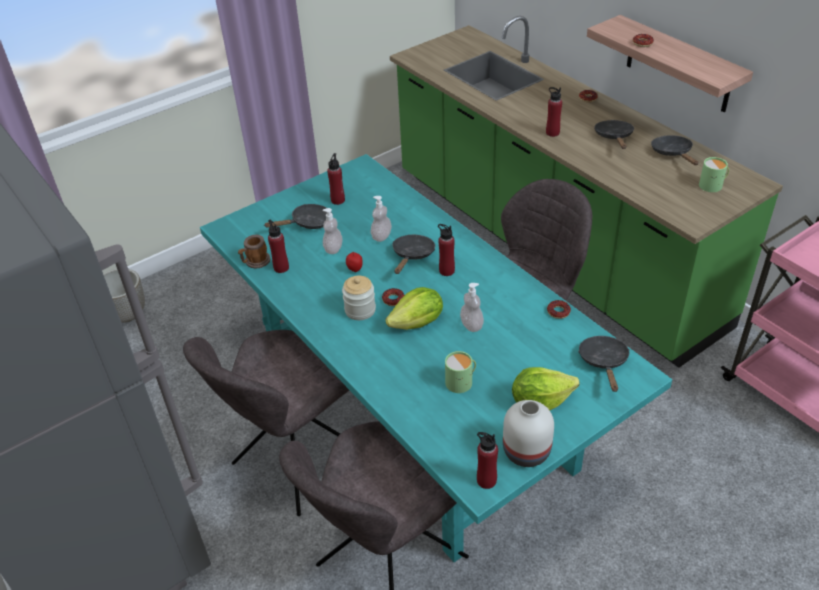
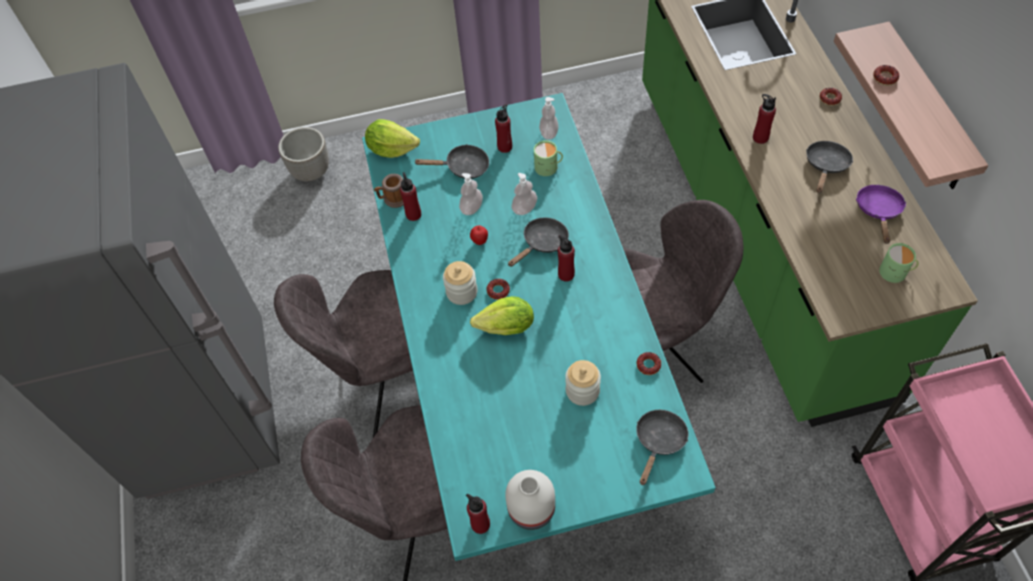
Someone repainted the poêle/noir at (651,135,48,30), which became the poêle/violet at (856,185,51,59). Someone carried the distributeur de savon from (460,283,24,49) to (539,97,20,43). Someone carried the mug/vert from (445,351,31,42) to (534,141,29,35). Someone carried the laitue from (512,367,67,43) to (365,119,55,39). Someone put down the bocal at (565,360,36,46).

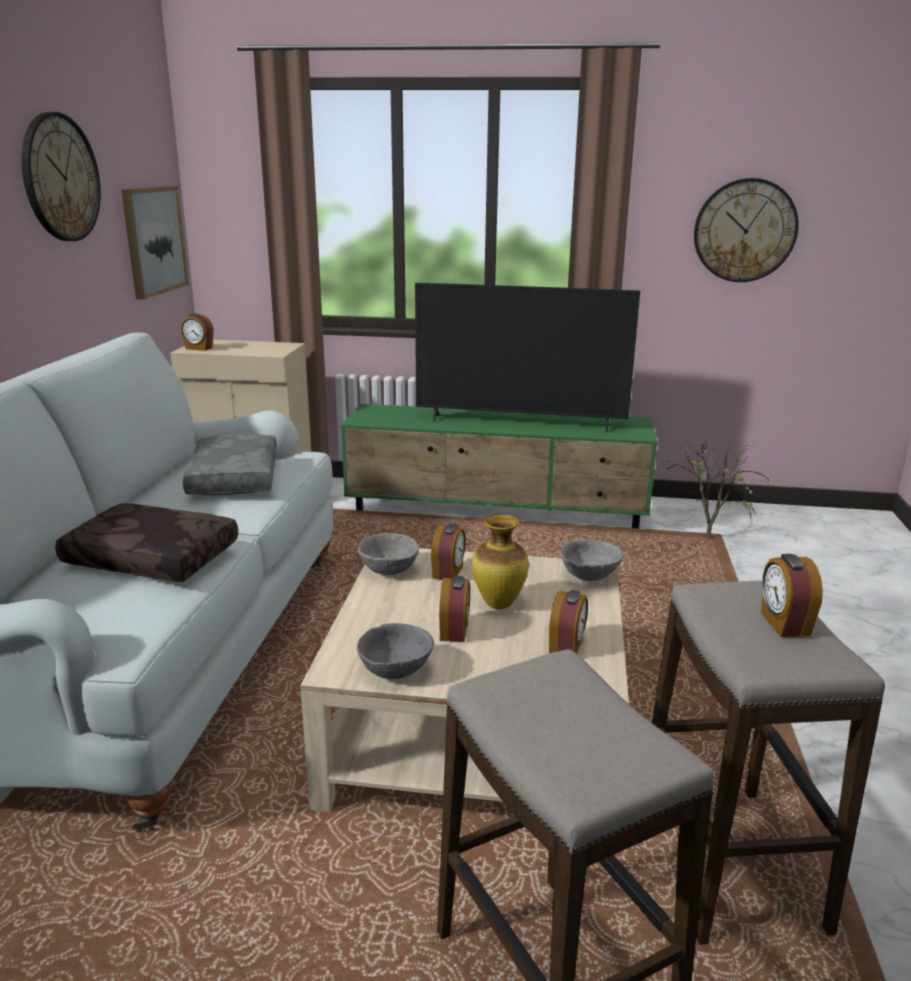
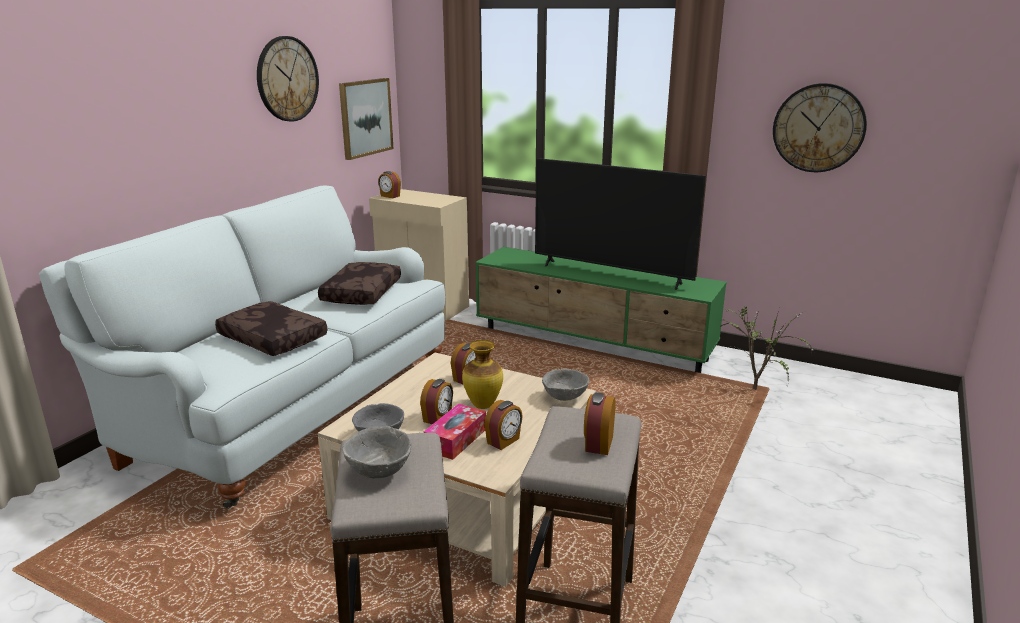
Someone repainted the coussin/gris at (183,434,94,62), which became the coussin/marron at (318,262,83,43). Someone carried the bol/gris from (358,533,61,42) to (342,426,69,52). Someone put down the boîte à mouchoirs at (424,404,62,56).

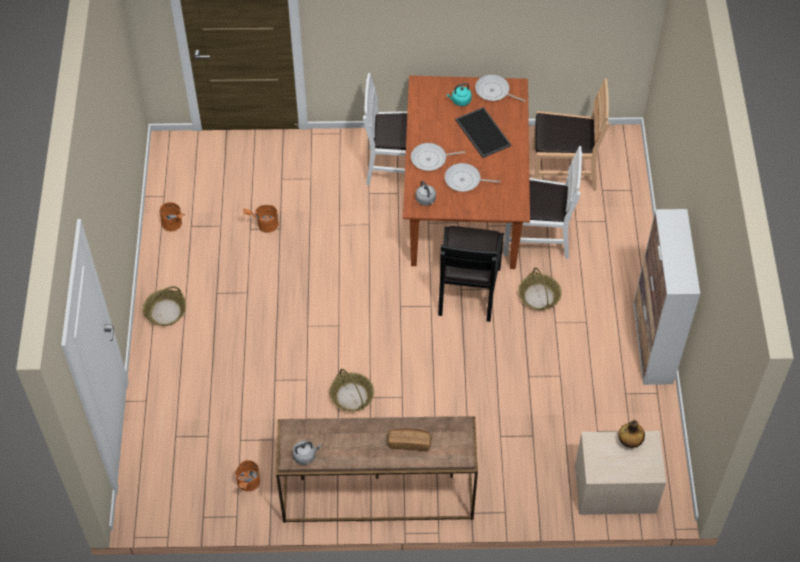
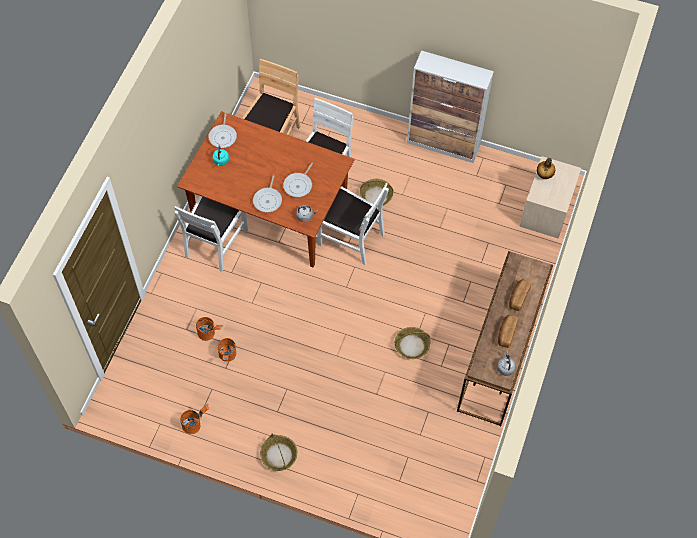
Someone rotated the poêle at (475,75,51,27) by 45 degrees counterclockwise. Someone took away the plateau at (455,107,56,51). Someone repainted the chaise/noir at (438,226,66,96), which became the chaise/blanc at (317,183,72,82). Someone carried the seau/orange from (236,460,24,31) to (196,317,27,24). Someone put down the pain at (498,315,20,33).

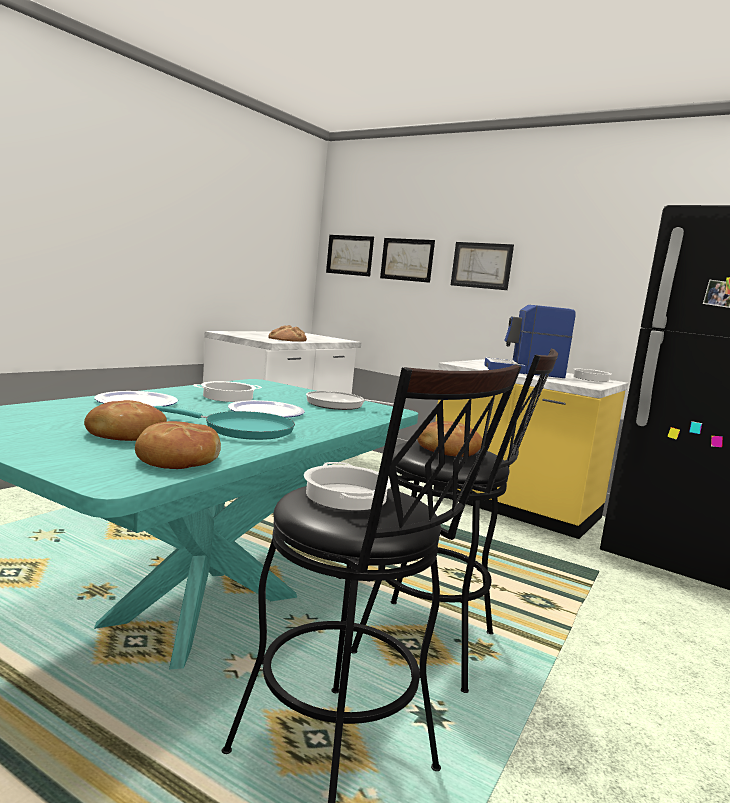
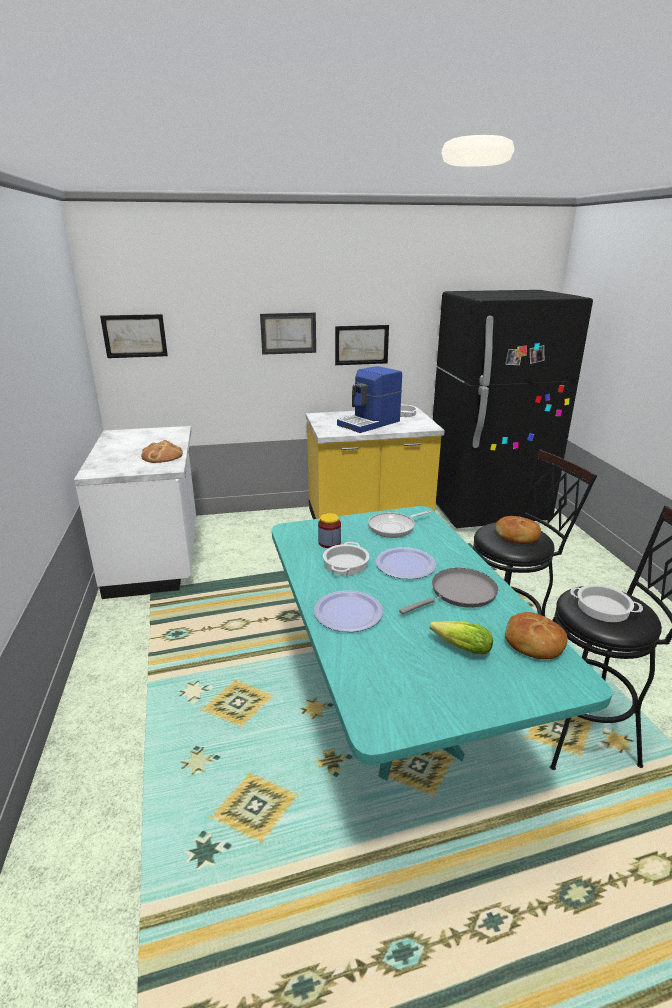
Someone carried the tableau from (380,238,55,45) to (335,325,54,40). Someone swapped the pain at (84,400,83,41) for the laitue at (430,621,63,33). Someone repainted the poêle/turquoise at (154,406,141,34), which became the poêle/gris at (399,568,99,46). Someone put down the bocal at (318,513,23,35).

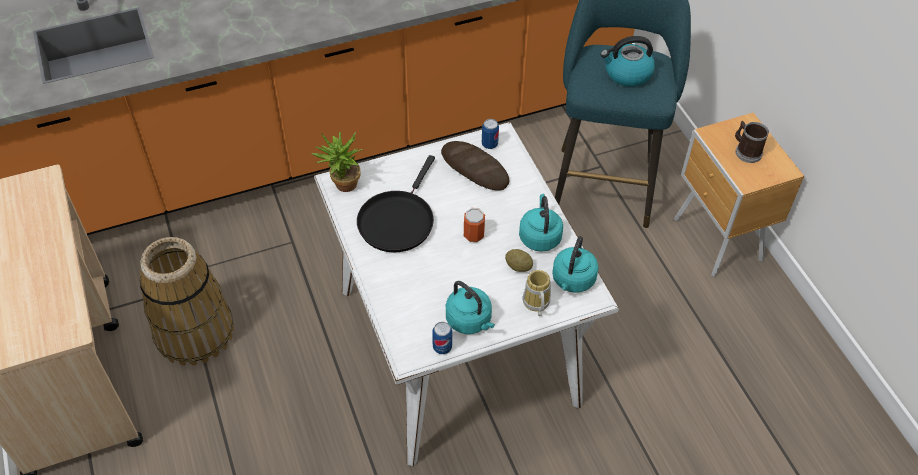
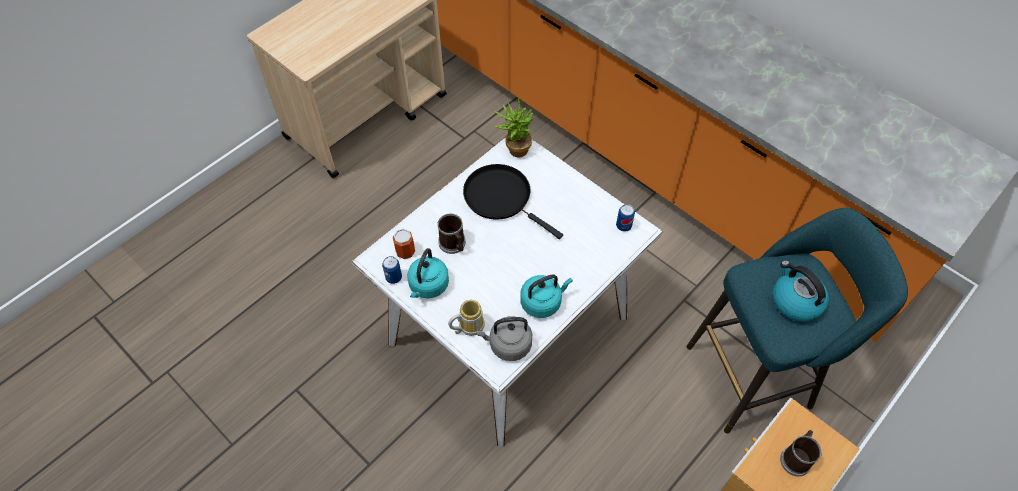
Someone took away the pain at (441,141,68,50). Someone rotated the poêle/noir at (357,155,78,97) by 45 degrees clockwise. Someone carried the boîte métallique from (464,208,21,34) to (393,228,22,31). Someone repainted the bouilloire/turquoise at (552,236,46,57), which became the bouilloire/gris at (477,316,55,45). Someone took away the panier at (140,237,94,129). Someone took away the pomme de terre at (505,249,28,23). Someone put down the mug at (438,213,28,41).

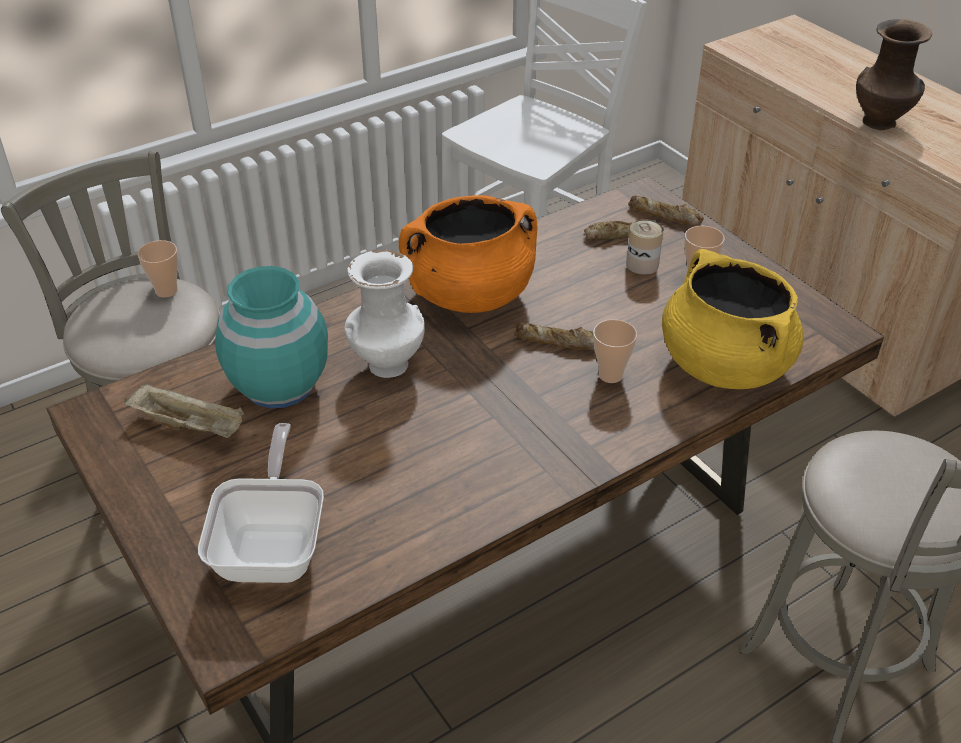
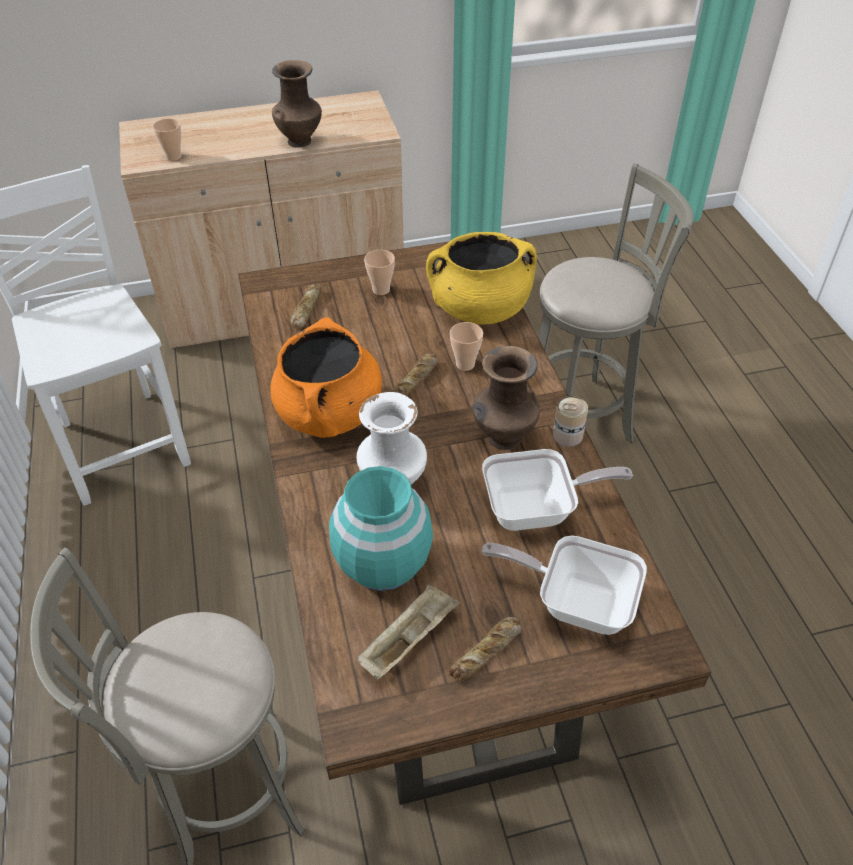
Someone carried the pain from (628,195,76,31) to (449,617,72,65). Someone carried the boîte métallique from (626,219,37,56) to (553,396,35,51). Someone carried the tasse from (137,240,41,58) to (152,118,29,43). Someone put down the vase/marron at (473,346,67,104). Someone put down the poêle at (482,449,151,82).

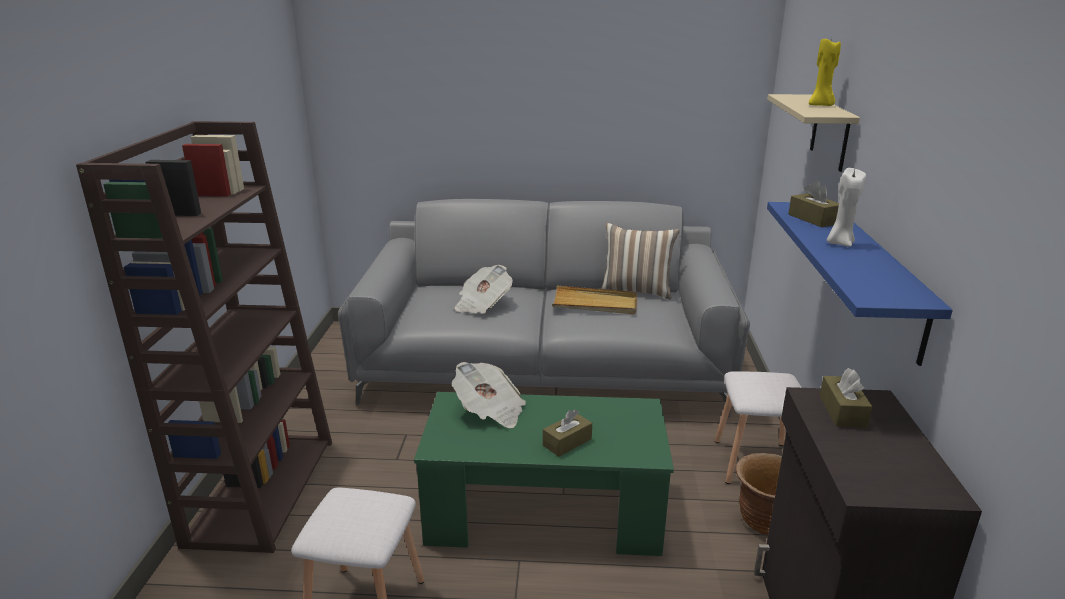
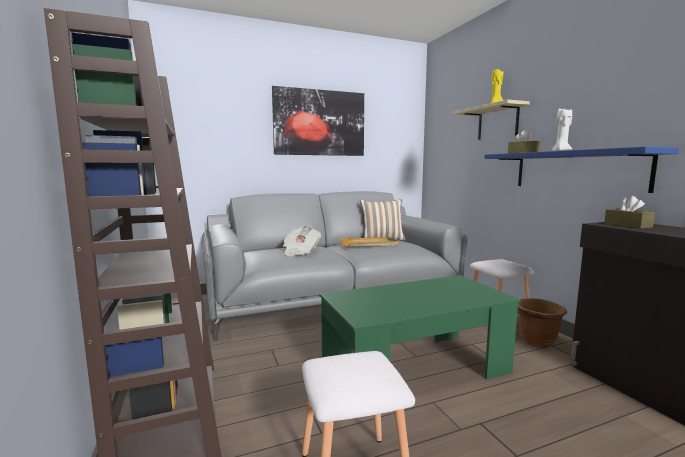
Someone took away the journal at (452,362,74,66). Someone took away the boîte à mouchoirs/marron at (543,409,49,48). Someone put up the tableau at (272,86,92,70).

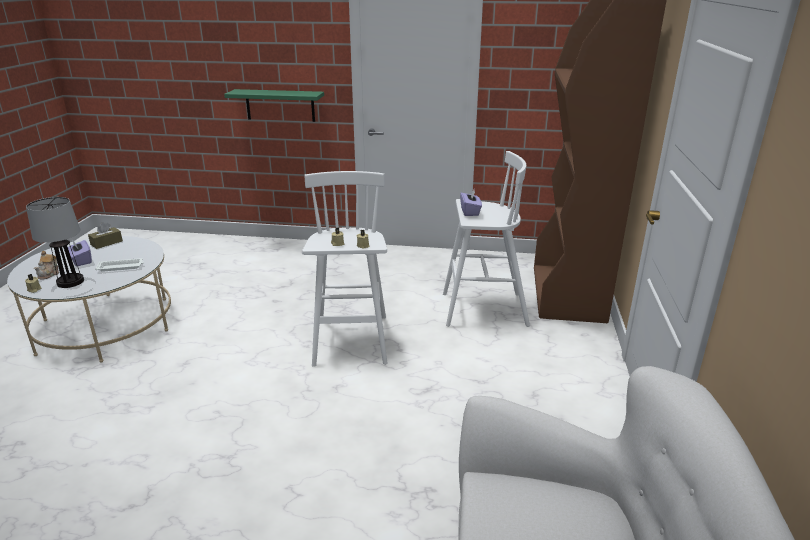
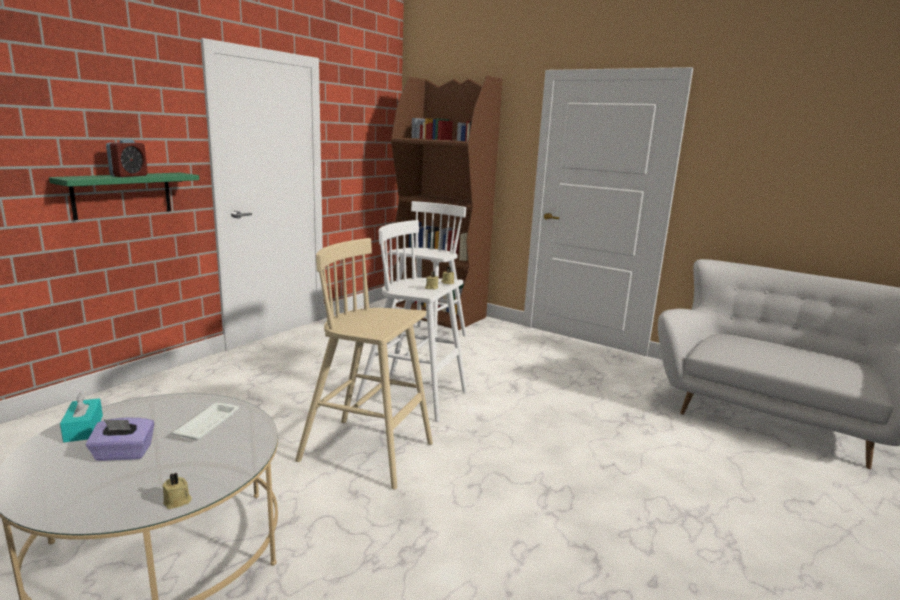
Someone took away the boîte à mouchoirs/violet at (460,190,22,26). Someone took away the lampe de table at (26,197,58,91). Someone repainted the boîte à mouchoirs/marron at (88,222,35,27), which became the boîte à mouchoirs/turquoise at (60,391,43,51). Someone took away the théière at (34,251,25,28). Someone put down the réveil at (106,139,42,38). Someone put down the tabouret/beige at (295,238,138,252).

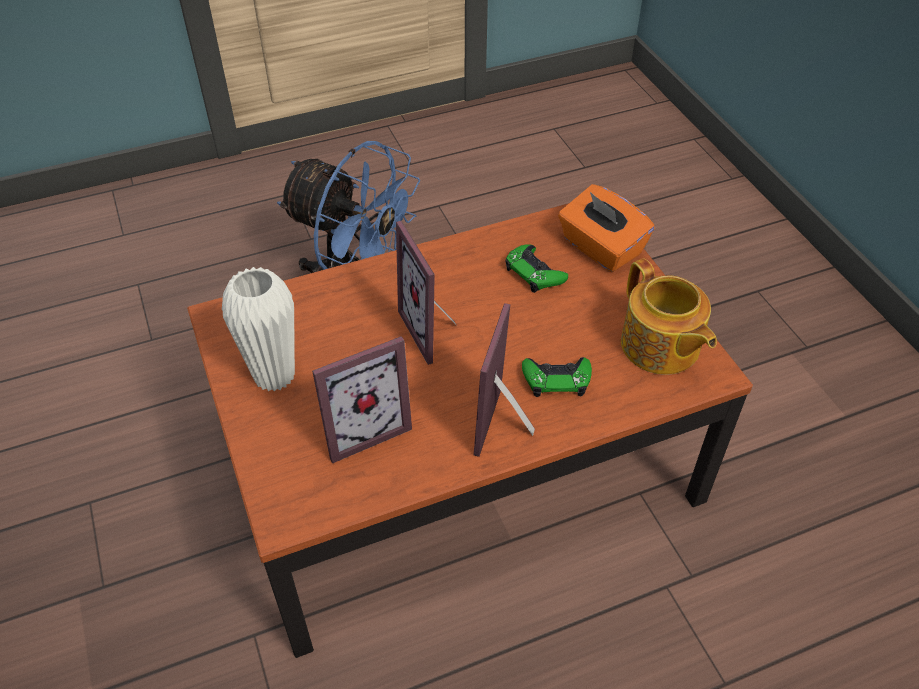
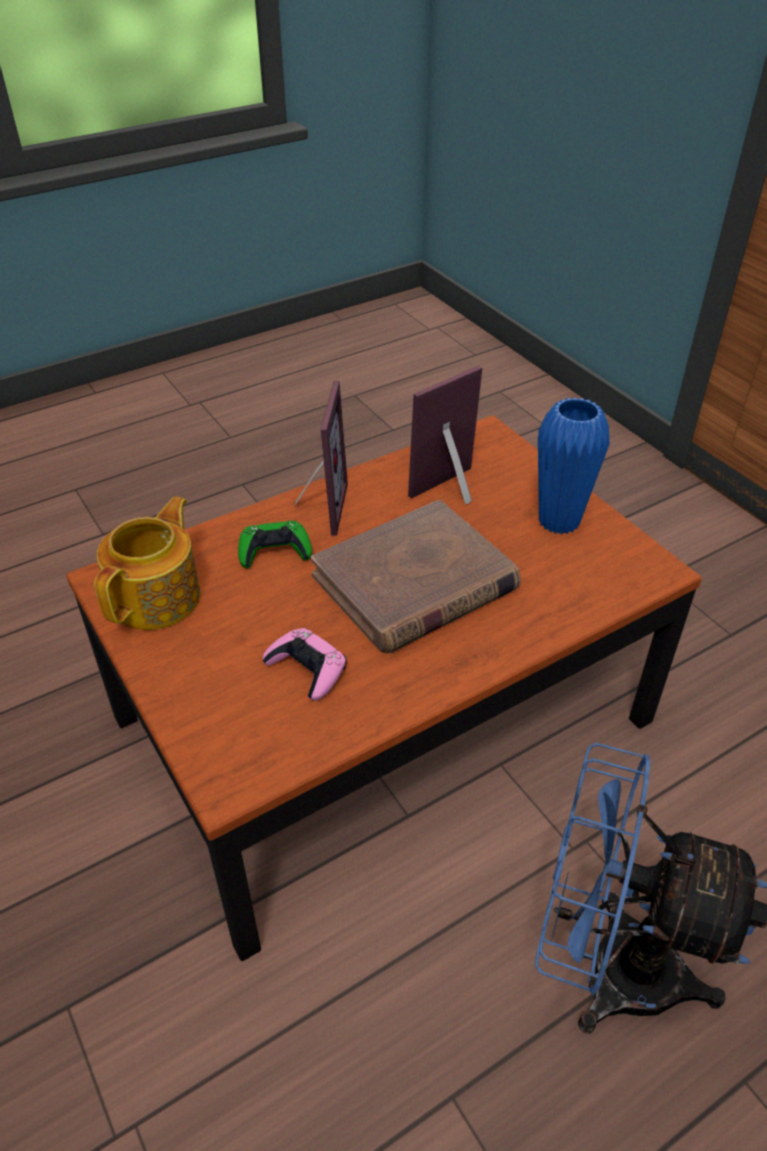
Someone took away the boîte à mouchoirs/orange at (558,184,97,88). Someone swapped the cadre photo at (396,221,60,144) for the livre/marron at (311,500,210,153). Someone repainted the manette/vert at (505,244,63,49), which became the manette/rose at (263,628,84,73). Someone rotated the théière at (621,259,96,116) by 60 degrees clockwise. Someone repainted the vase/blanc at (222,267,73,125), which became the vase/bleu at (538,397,72,138).

